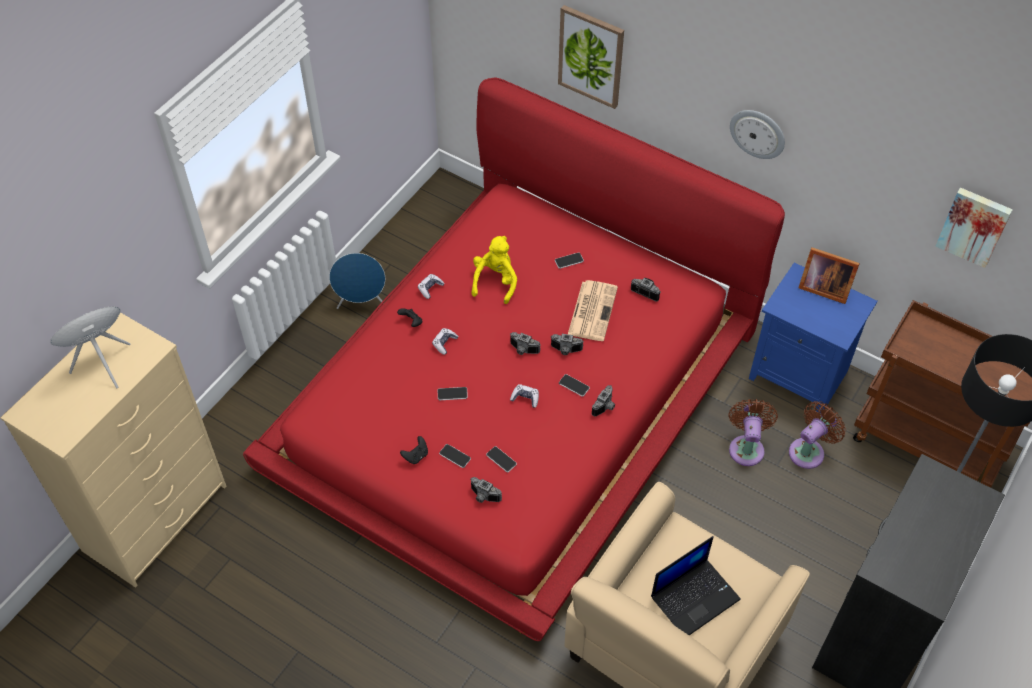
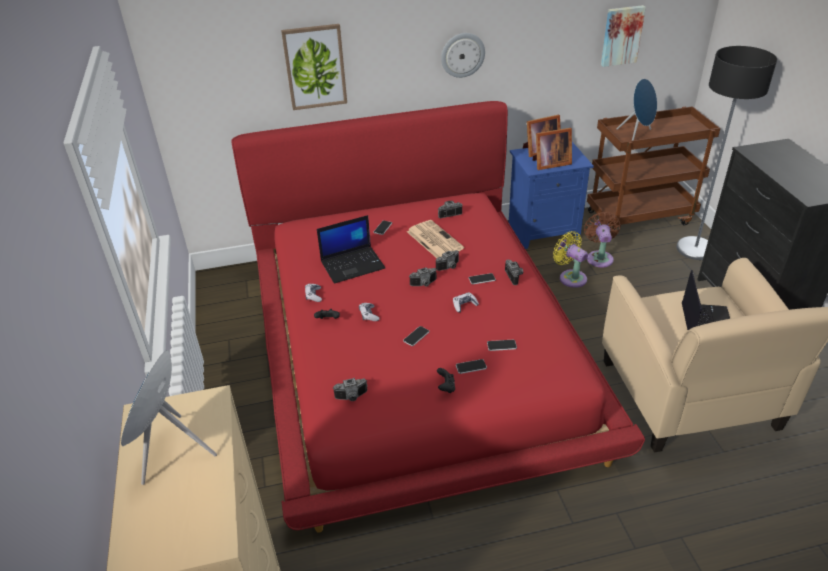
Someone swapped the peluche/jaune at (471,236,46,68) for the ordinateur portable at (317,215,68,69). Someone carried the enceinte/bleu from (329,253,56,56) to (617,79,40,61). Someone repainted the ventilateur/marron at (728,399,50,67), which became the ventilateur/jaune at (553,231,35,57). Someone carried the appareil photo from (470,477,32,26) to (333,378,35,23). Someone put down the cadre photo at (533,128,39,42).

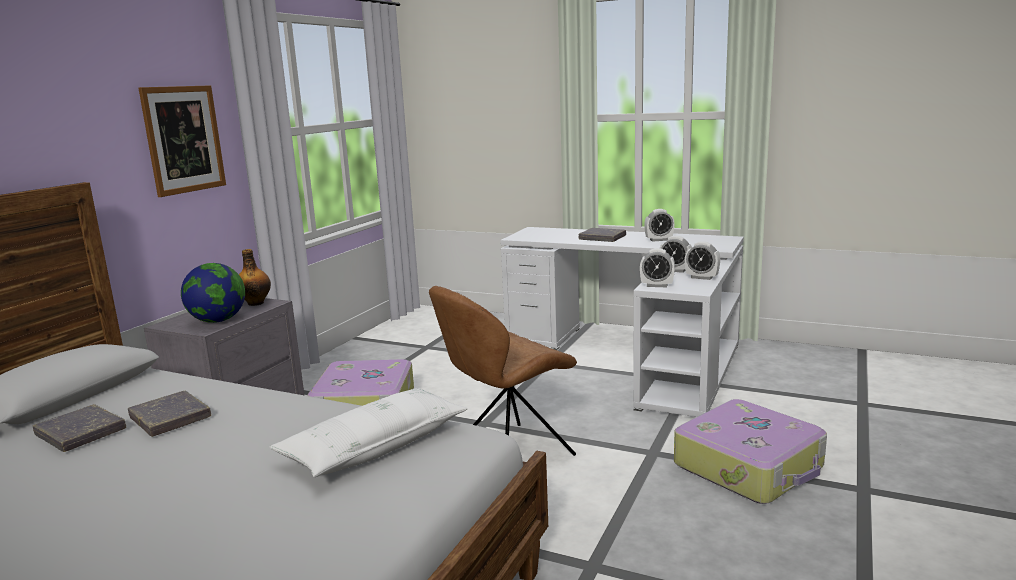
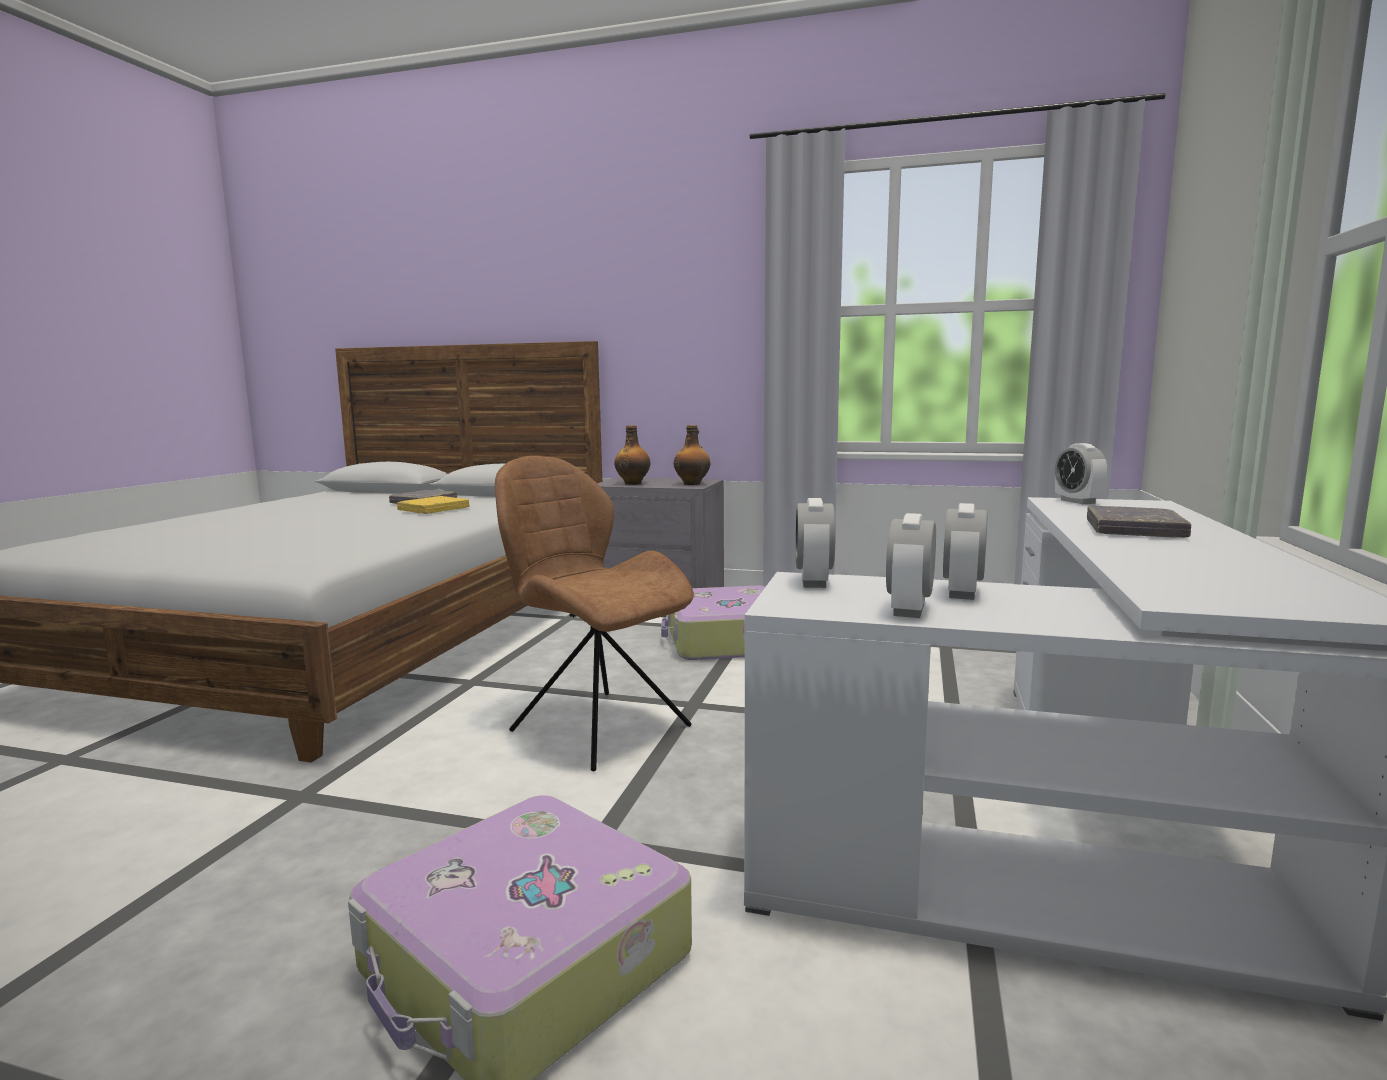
Someone took away the tableau at (139,85,87,112). Someone carried the réveil from (644,209,30,33) to (1055,443,53,61). Someone swapped the globe at (181,263,64,60) for the bouteille at (614,425,36,60). Someone took away the coussin/blanc at (269,388,199,89). Someone repainted the livre/gris at (128,391,83,46), which became the livre/jaune at (397,496,72,18).

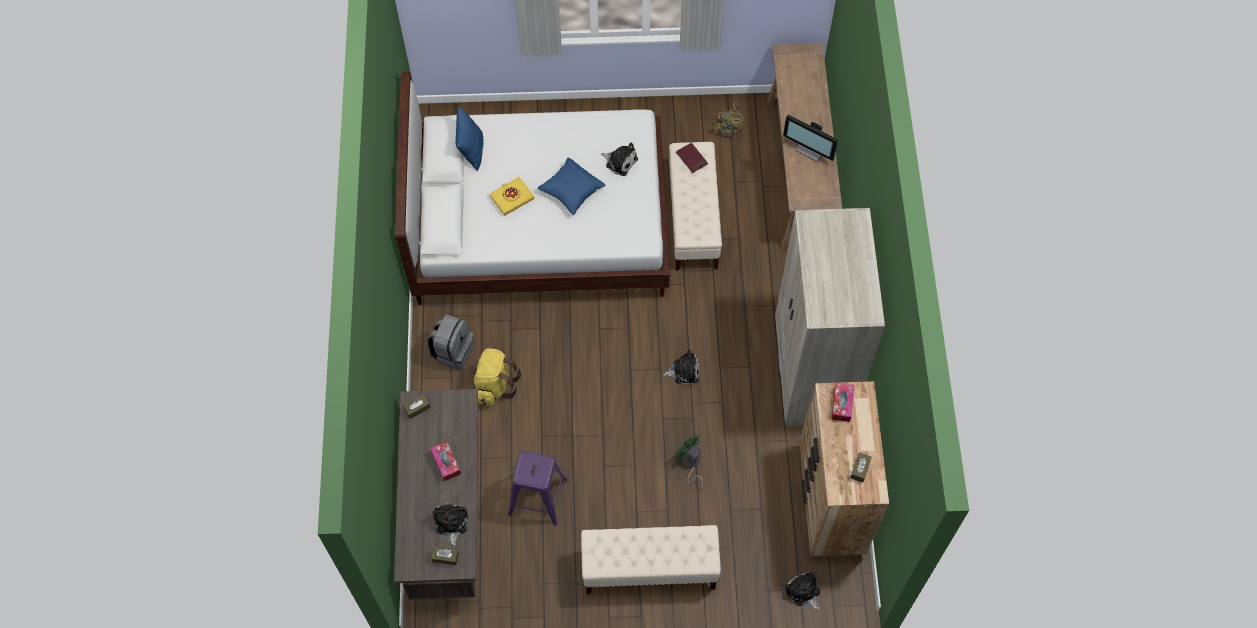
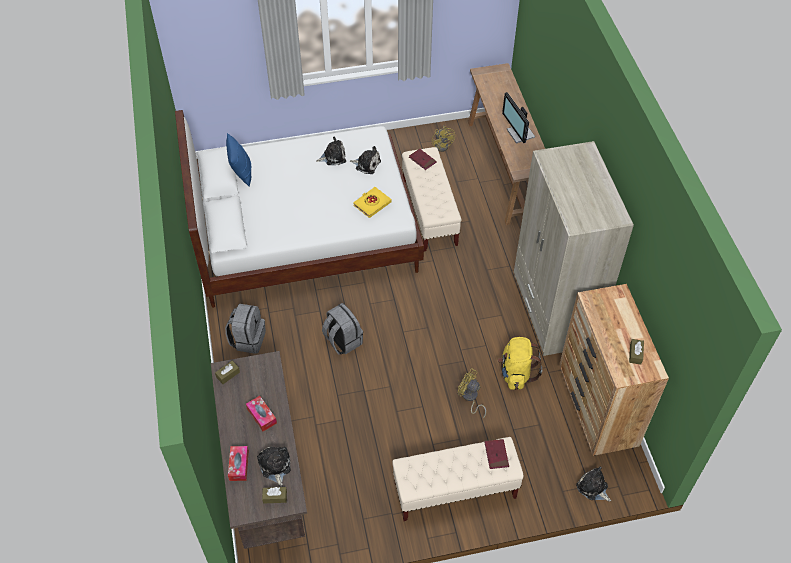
Someone rotated the écran d'ordinateur at (783,114,56,48) by 45 degrees clockwise. Someone took away the coussin/bleu at (538,158,68,57). Someone carried the livre/jaune from (489,177,46,39) to (353,187,39,31). Someone carried the sac à dos/jaune from (469,348,52,57) to (498,337,44,53). Someone carried the peluche from (663,350,36,35) to (316,137,30,28). Someone carried the boîte à mouchoirs from (831,382,23,40) to (228,446,21,35). Someone repainted the ventilateur/vert at (675,434,28,57), which became the ventilateur/jaune at (458,368,28,50). Someone took away the tabouret/violet at (508,451,60,74). Someone put down the sac à dos/gris at (322,303,41,52). Someone put down the livre/rouge at (485,439,24,30).

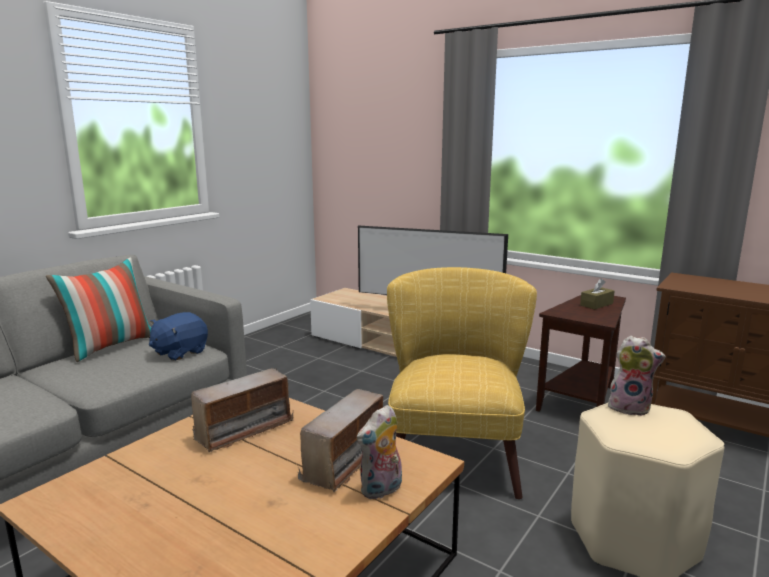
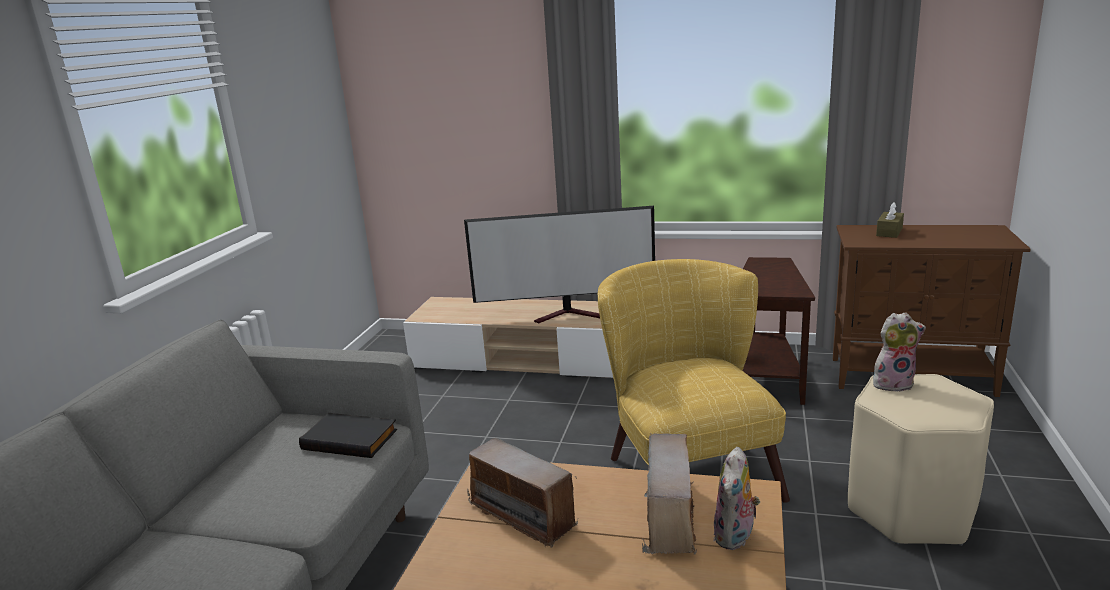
Someone took away the coussin at (46,257,105,105). Someone carried the boîte à mouchoirs/marron from (580,278,35,31) to (876,202,28,36). Someone swapped the peluche/bleu at (149,312,59,49) for the livre/noir at (299,413,98,45). Someone rotated the radio at (191,368,103,85) by 105 degrees clockwise.

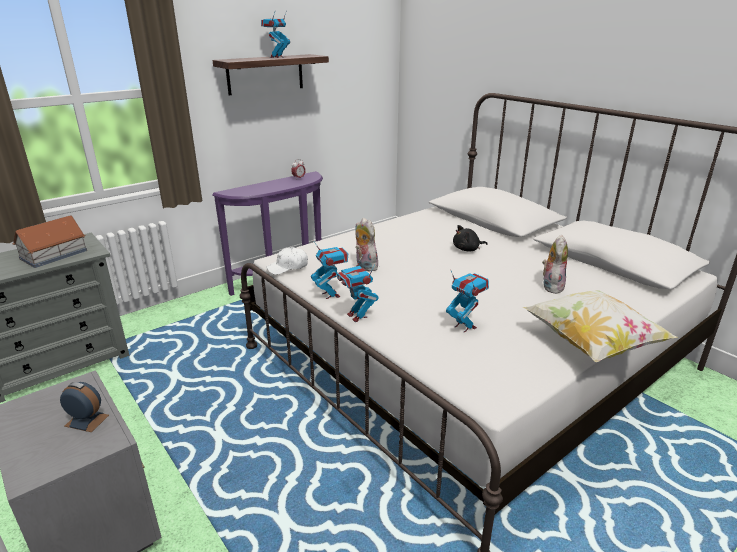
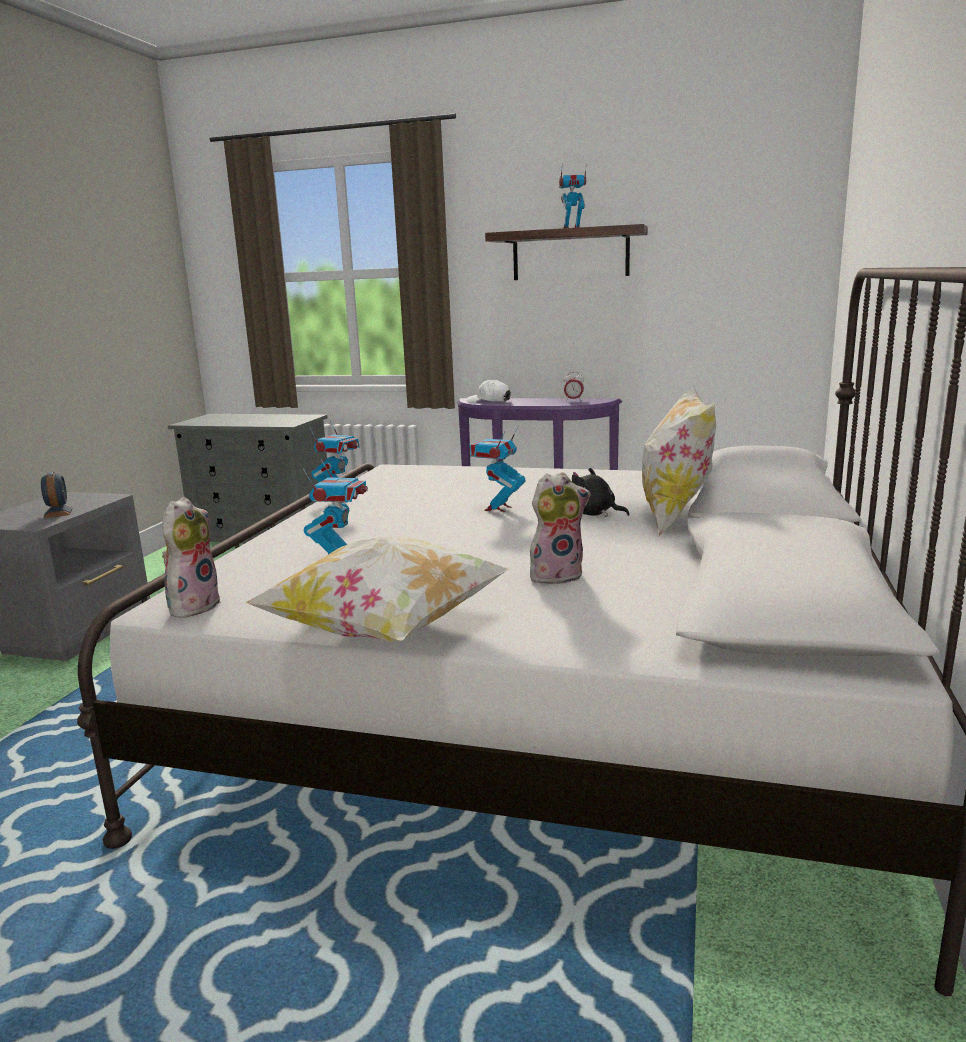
Someone took away the maison miniature at (13,215,74,53). Someone carried the peluche from (355,218,23,53) to (162,497,60,121). Someone carried the casquette/blanc from (266,247,42,28) to (467,379,44,23). Someone carried the robot jouet from (337,254,41,68) to (469,425,56,87). Someone put down the coussin at (642,386,74,150).

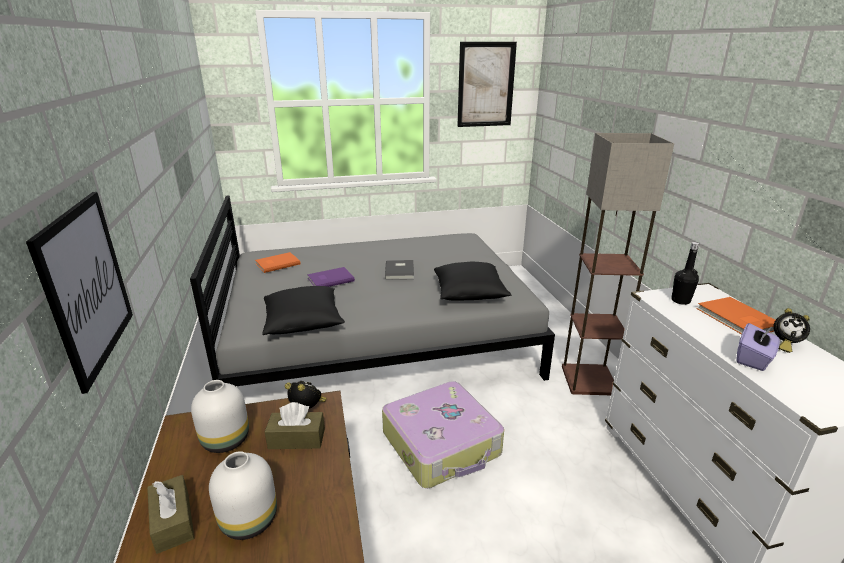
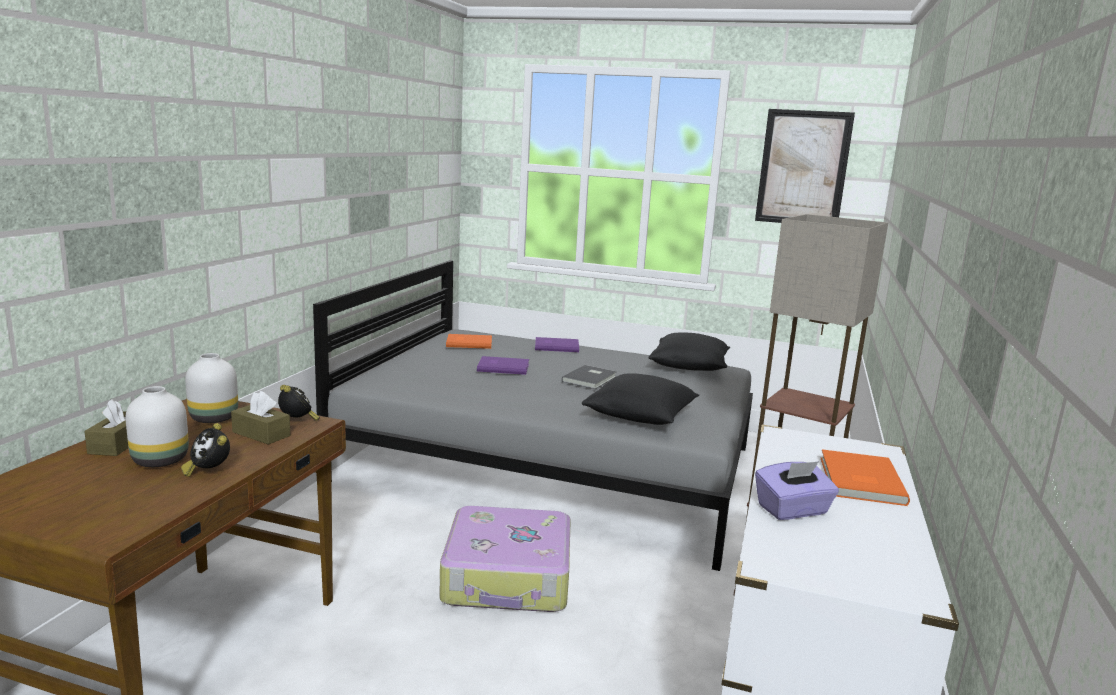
Someone took away the tableau at (26,192,107,202). Someone took away the bouteille/noir at (672,242,27,63). Someone carried the coussin/noir from (262,286,83,49) to (649,333,81,38). Someone carried the réveil from (773,308,37,45) to (181,423,49,54). Someone put down the livre/violet at (535,337,44,15).

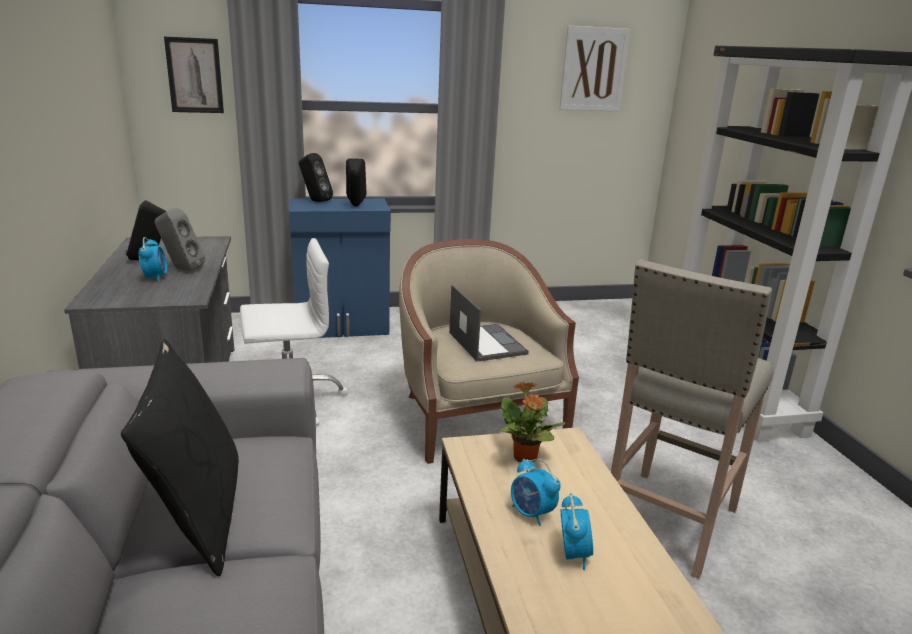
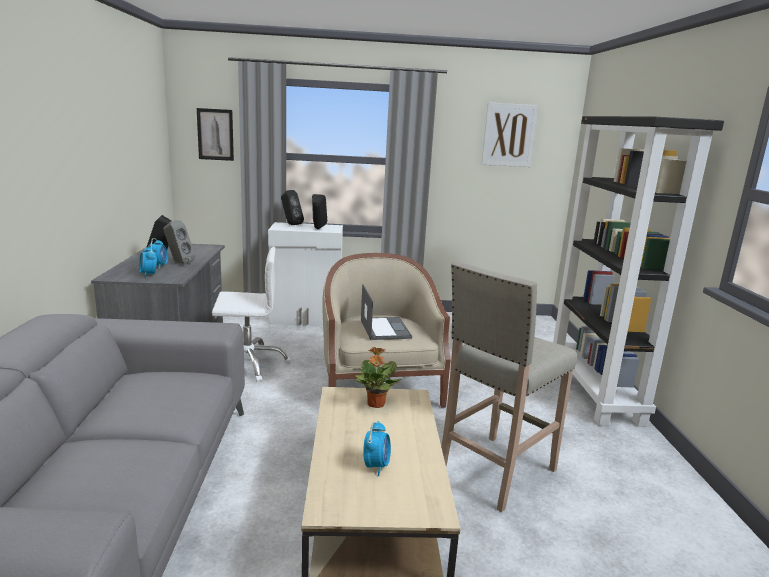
Someone repainted the meuble de rangement/bleu at (289,198,102,140), which became the meuble de rangement/blanc at (268,222,75,104). Someone took away the coussin/noir at (121,339,118,237). Someone carried the réveil from (511,459,50,67) to (139,245,18,33).

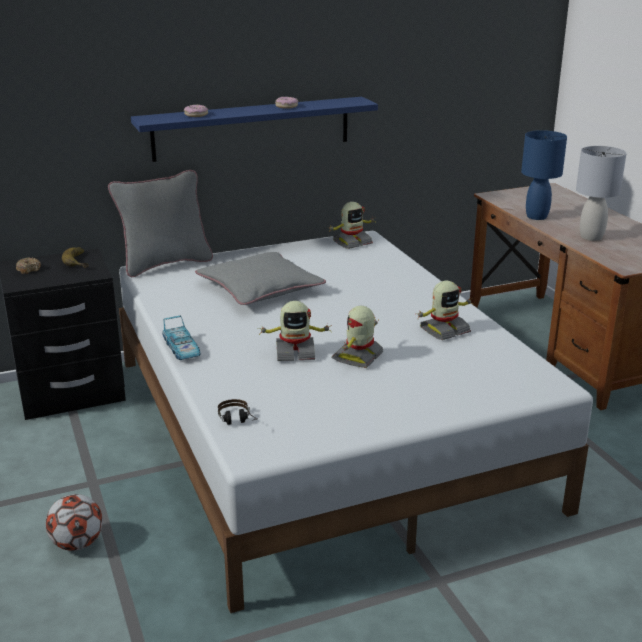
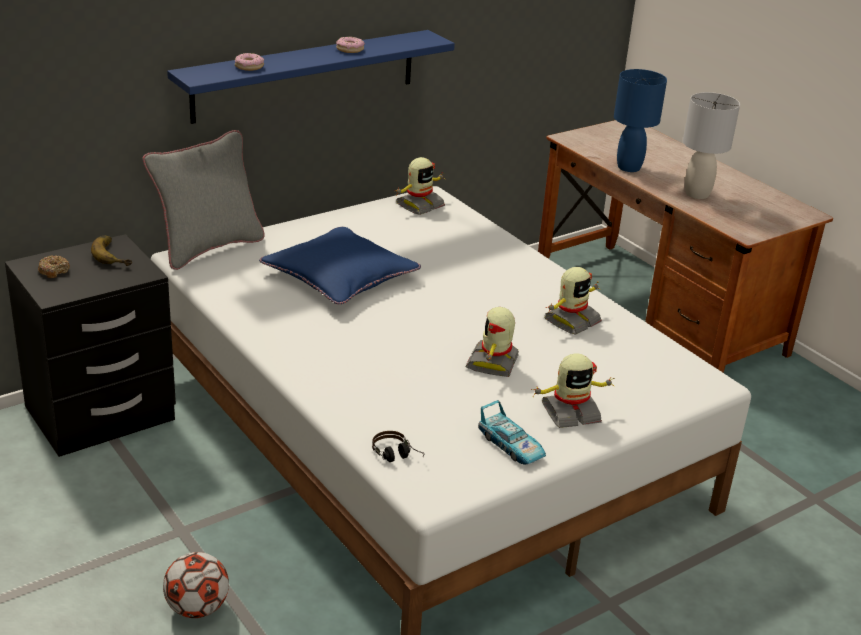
Someone repainted the coussin/gris at (195,252,131,53), which became the coussin/bleu at (259,227,162,77). Someone carried the robot jouet from (258,301,74,60) to (531,353,84,75). Someone carried the petite voiture from (162,316,38,44) to (478,400,68,64).

